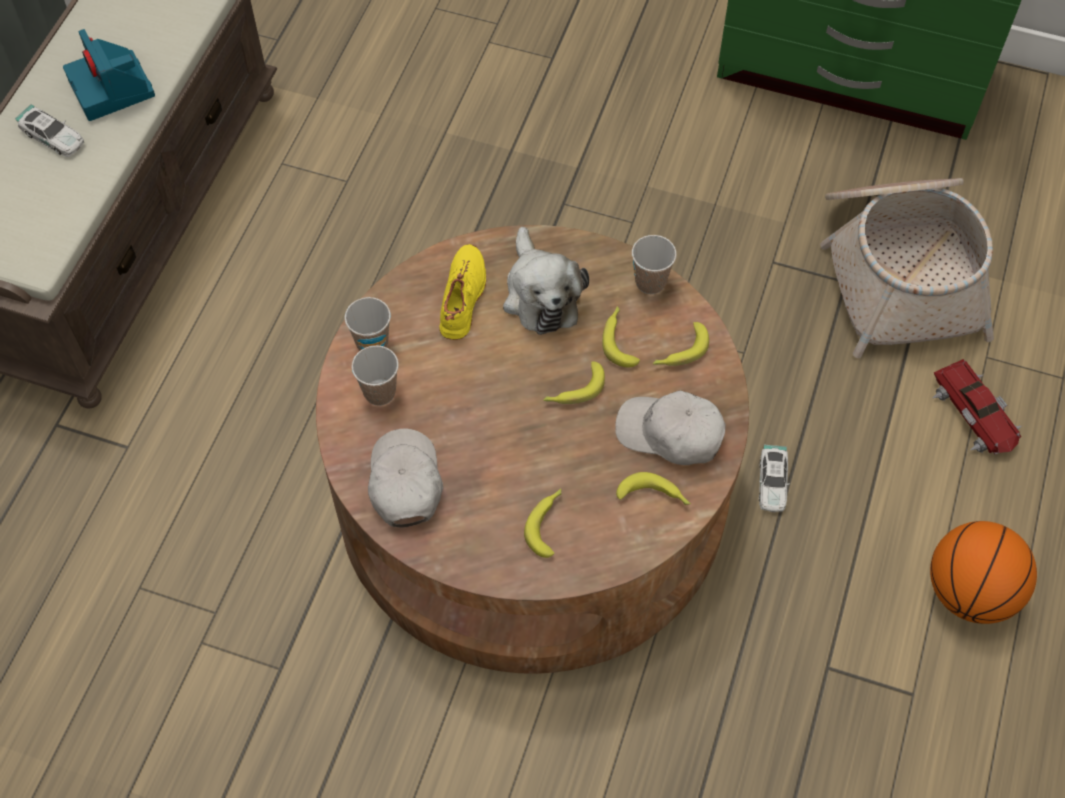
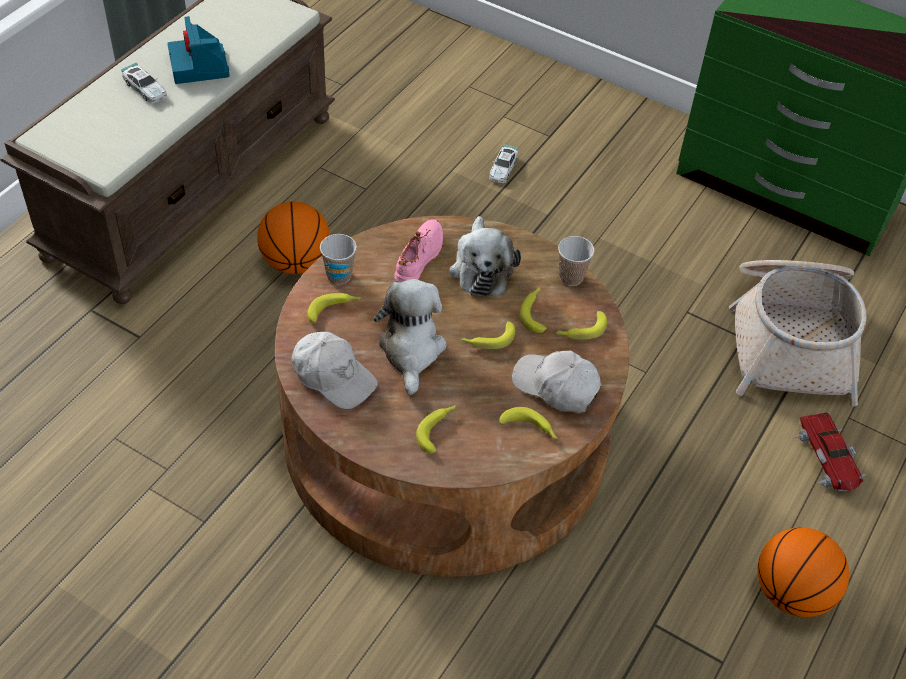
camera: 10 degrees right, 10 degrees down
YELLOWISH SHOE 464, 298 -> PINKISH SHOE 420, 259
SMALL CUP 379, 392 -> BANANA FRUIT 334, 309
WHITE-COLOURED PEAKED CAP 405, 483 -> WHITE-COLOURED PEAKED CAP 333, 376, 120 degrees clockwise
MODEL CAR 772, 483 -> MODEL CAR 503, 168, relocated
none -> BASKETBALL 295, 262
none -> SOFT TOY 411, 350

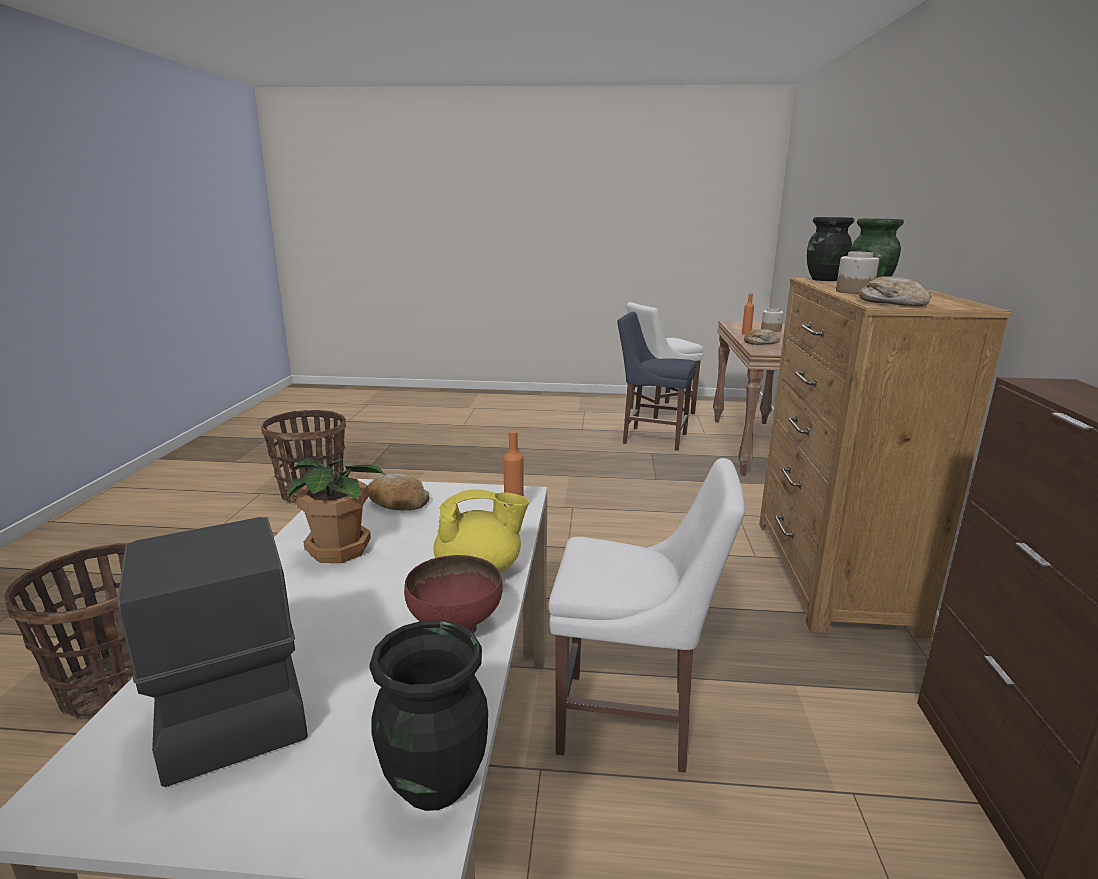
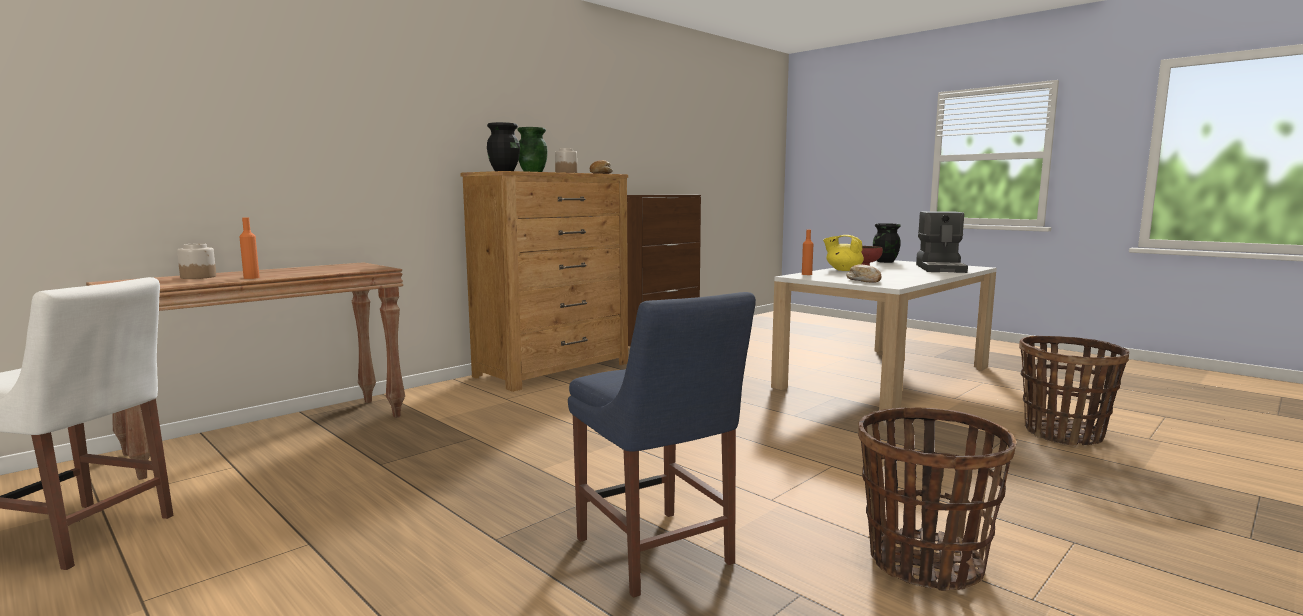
camera: 140 degrees left, 10 degrees down
BLUE CHAIR 651, 438 -> BLUE CHAIR 657, 554, relocated
BAKED BREAD 761, 343 -> none
HOUSEPLANT 340, 548 -> none
WHITE-COLOURED CHAIR 632, 721 -> none

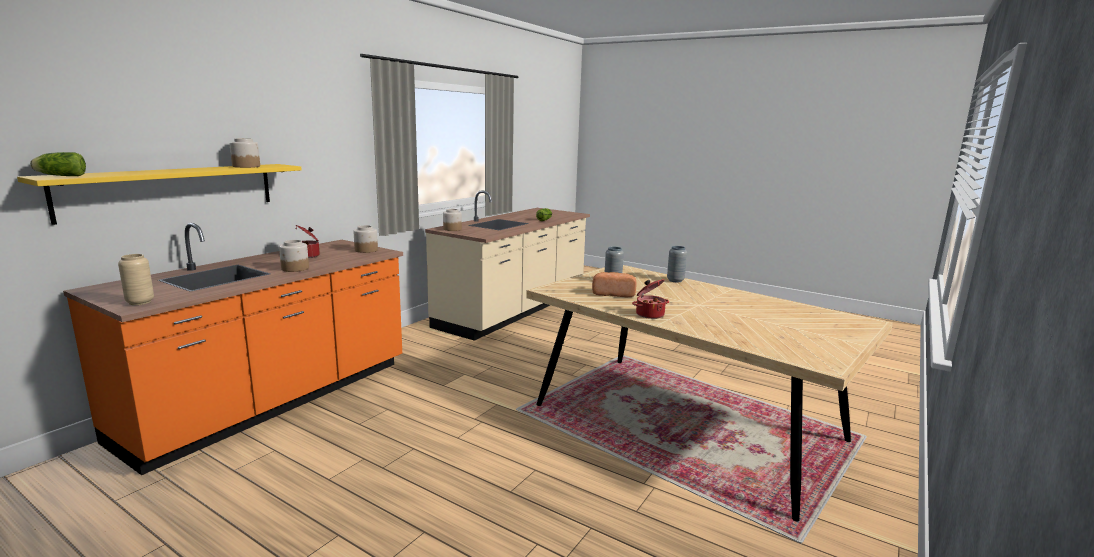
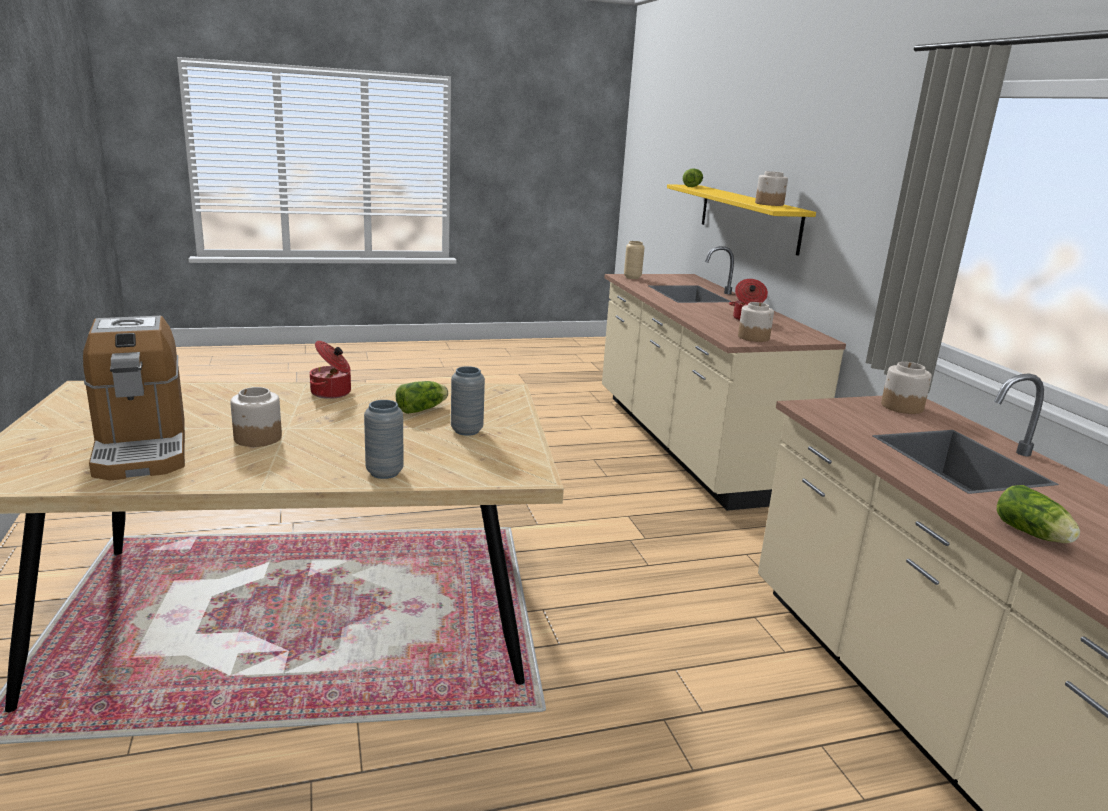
camera: 130 degrees right, 5 degrees up
ORANGE-COLOURED COUNTER 273, 400 -> BEIGE COUNTER 689, 443
JAR 295, 268 -> JAR 257, 438, relocated
BAKED BREAD 613, 294 -> HEAD OF LETTUCE 423, 409
none -> COFFEE MAKER 142, 447

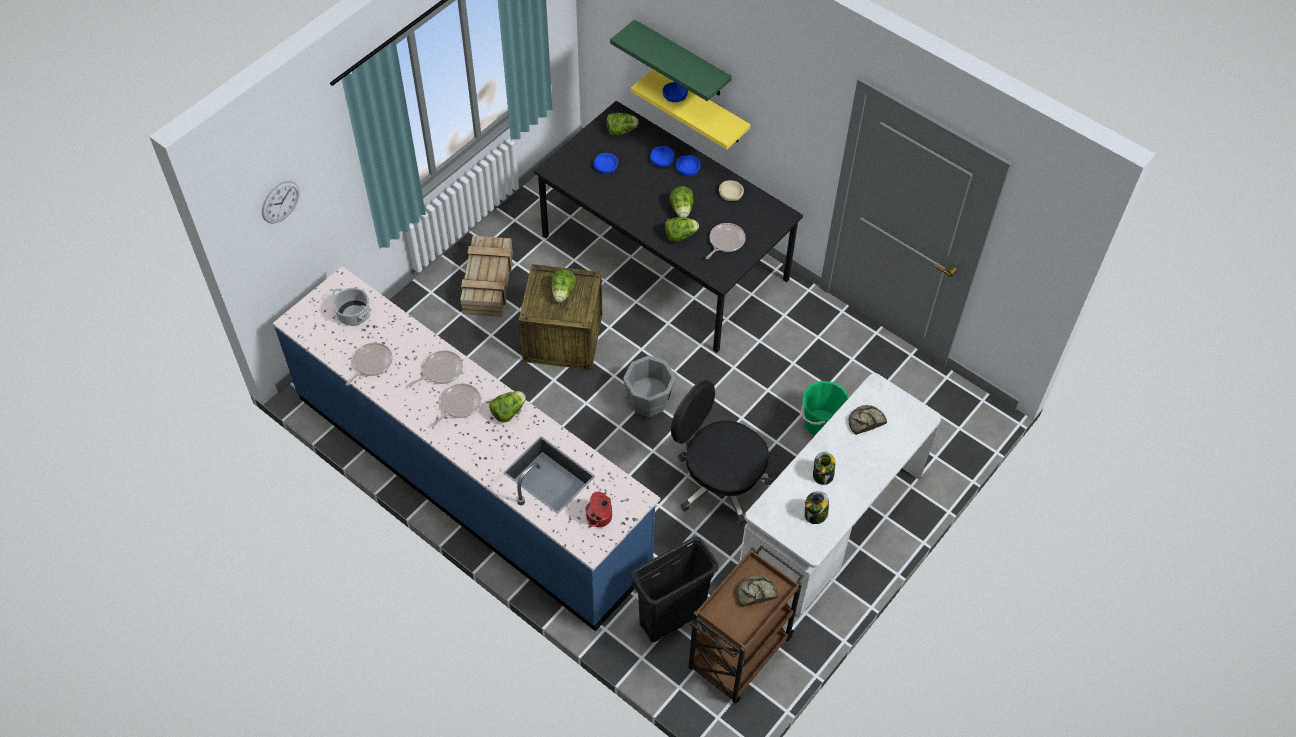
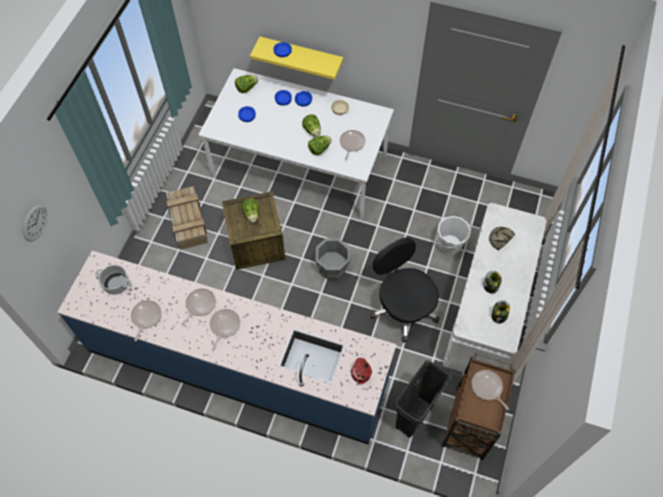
camera: 20 degrees left, 5 degrees up
GREENISH SHELF 681, 59 -> none
BLACKISH DINING TABLE 663, 258 -> WHITE-COLOURED DINING TABLE 299, 166
BLACKISH COMPUTER CHAIR 718, 482 -> BLACKISH COMPUTER CHAIR 403, 308, 45 degrees clockwise
GREENISH PAIL 821, 424 -> WHITE-COLOURED PAIL 449, 245
HEAD OF LETTUCE 508, 412 -> none
BAKED BREAD 755, 593 -> SKILLET 487, 388

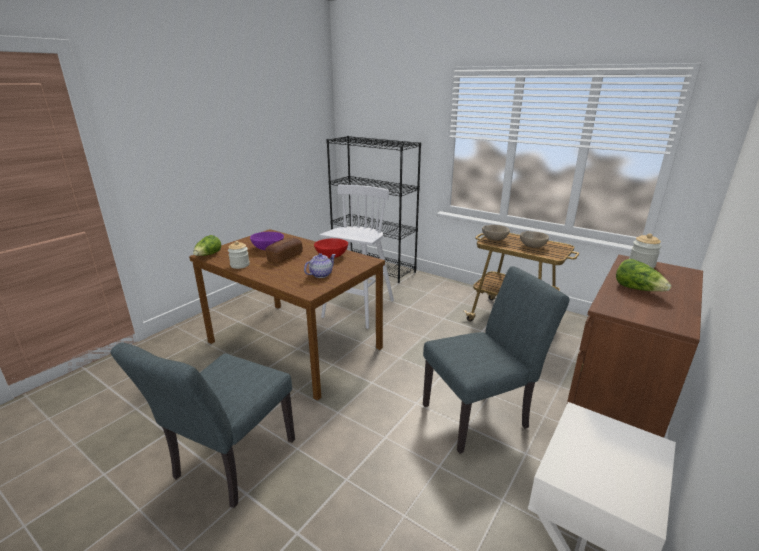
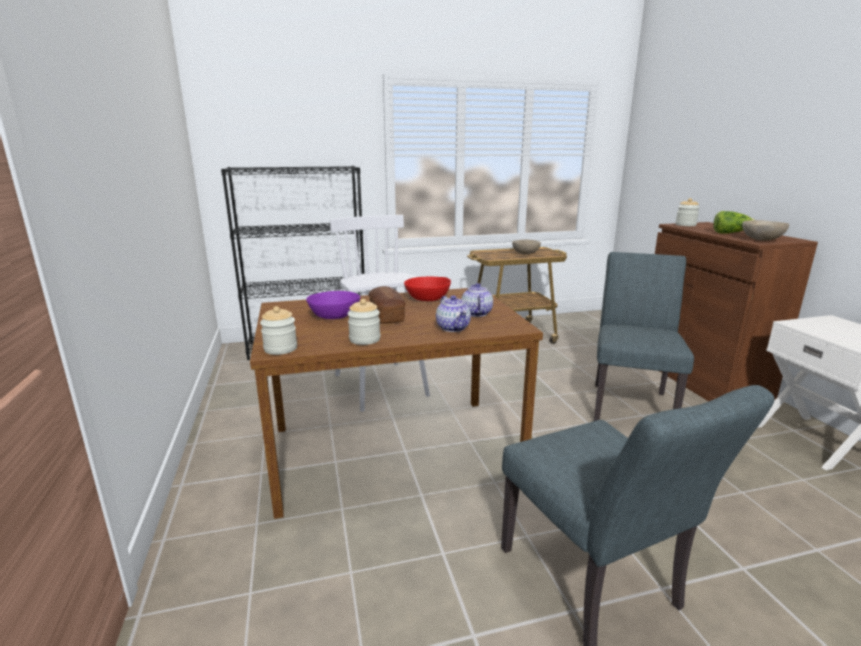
camera: 50 degrees left, 5 degrees down
BEIGE DEEP DISH 494, 239 -> BEIGE DEEP DISH 761, 239, relocated
HEAD OF LETTUCE 208, 255 -> JAR 280, 349
none -> TEA POT 453, 328

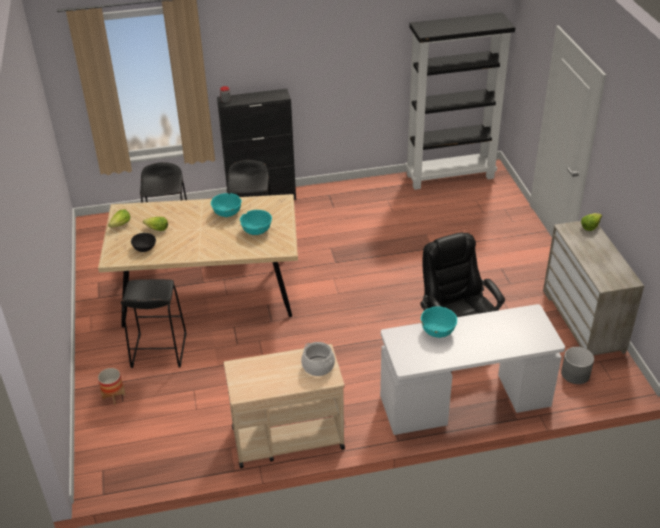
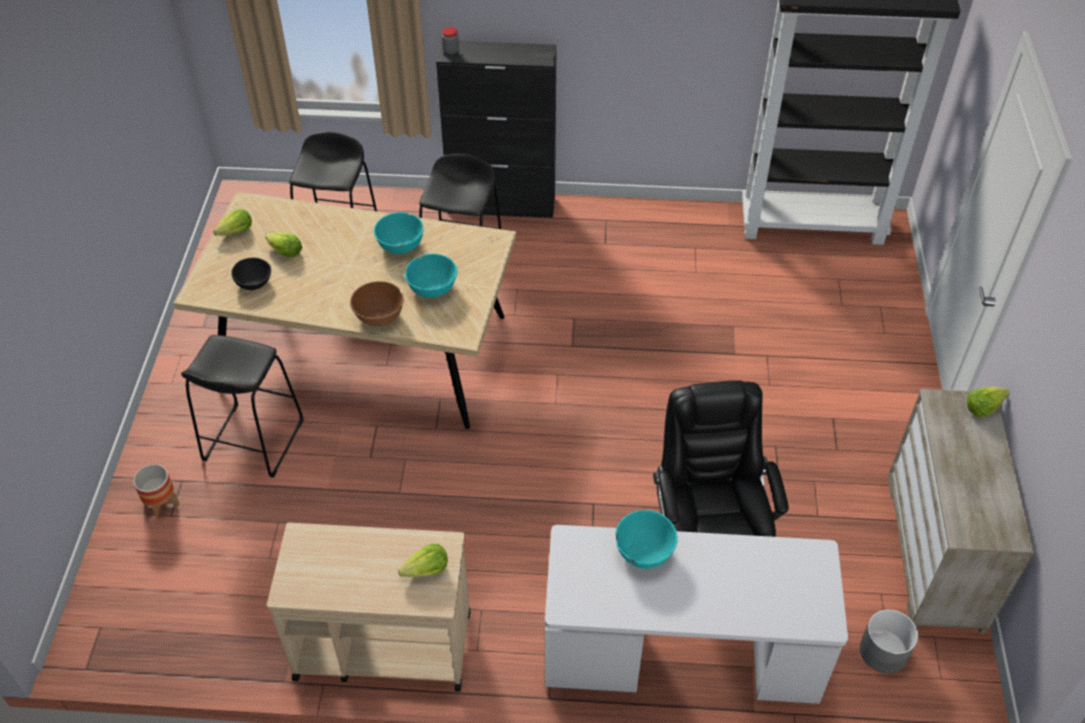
camera: 15 degrees right, 10 degrees up
STOCKPOT 318, 366 -> HEAD OF LETTUCE 426, 570
none -> BROWN DEEP DISH 379, 316

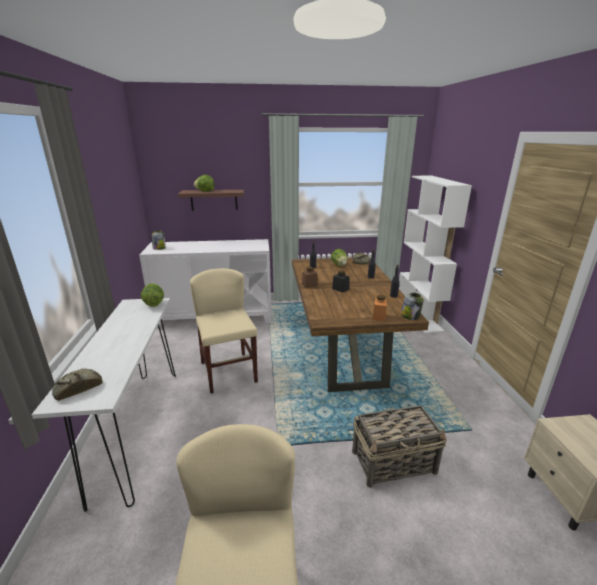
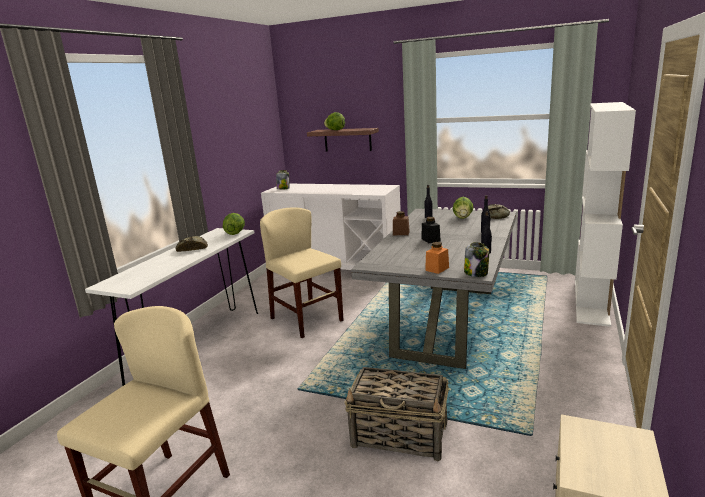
camera: 30 degrees right, 5 degrees down
BROWN DINING TABLE 343, 350 -> GRAY DINING TABLE 446, 322
BEIGE CHAIR 228, 372 -> BEIGE CHAIR 306, 319, 45 degrees counterclockwise
BAKED BREAD 77, 387 -> BAKED BREAD 192, 248, relocated

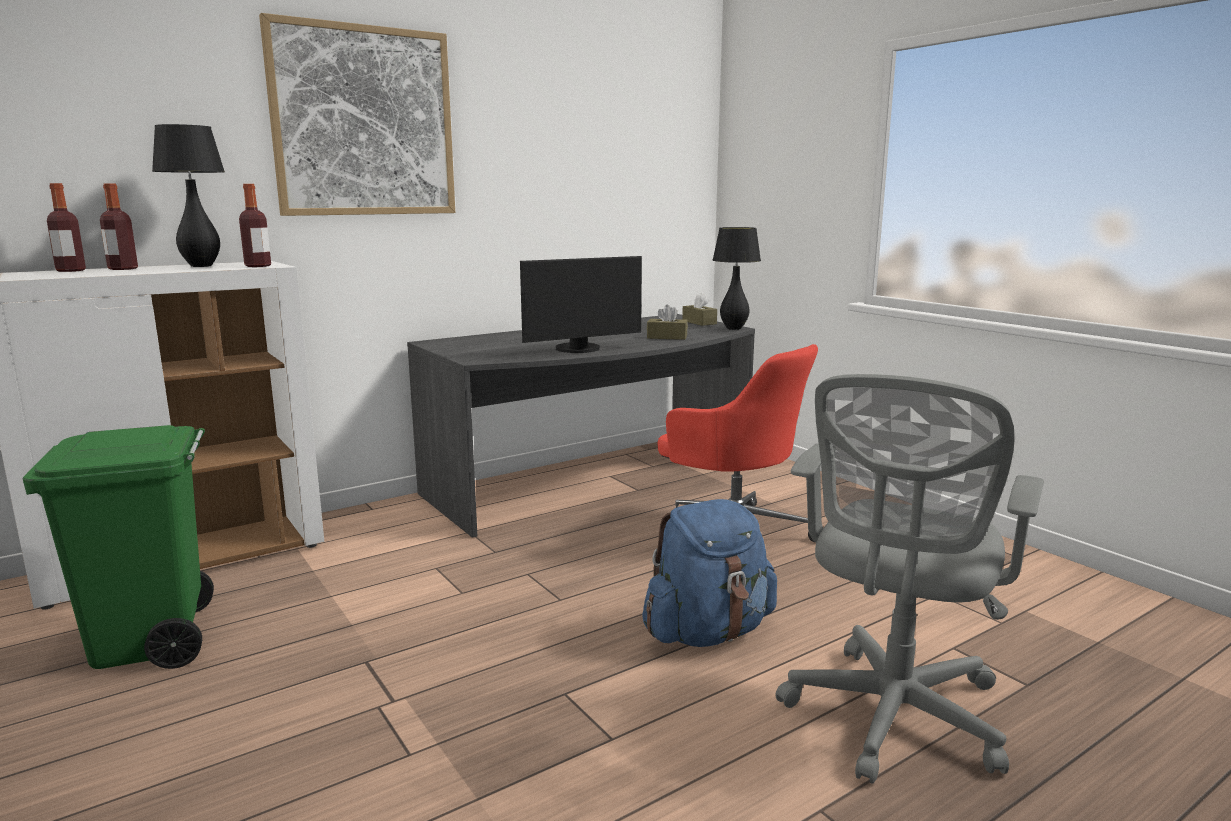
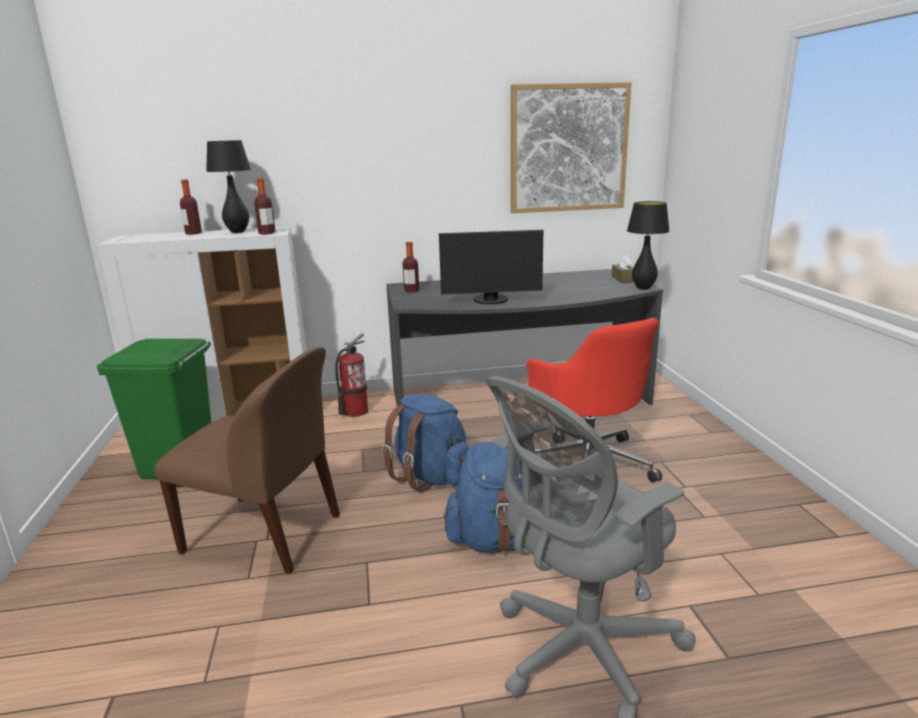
camera: 25 degrees right, 5 degrees up
WALL PICTURE 364, 122 -> WALL PICTURE 568, 148, relocated
BEVERAGE BOTTLE 71, 270 -> BEVERAGE BOTTLE 411, 291, relocated
BROWN TISSUE BOX 667, 337 -> none
none -> FIRE EXTINGUISHER 355, 411
none -> BROWN CHAIR 266, 534
none -> BLUE BACKPACK 430, 477

